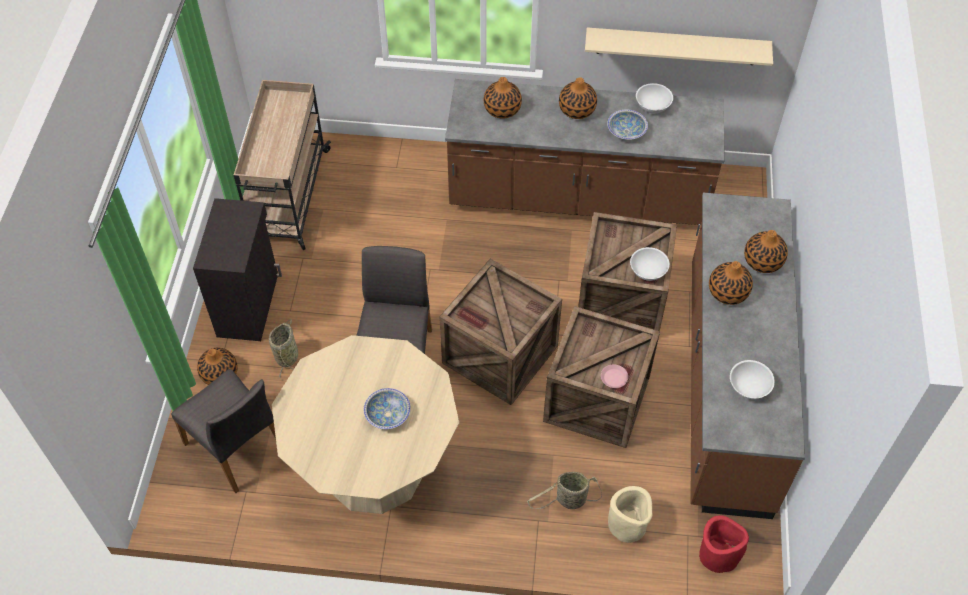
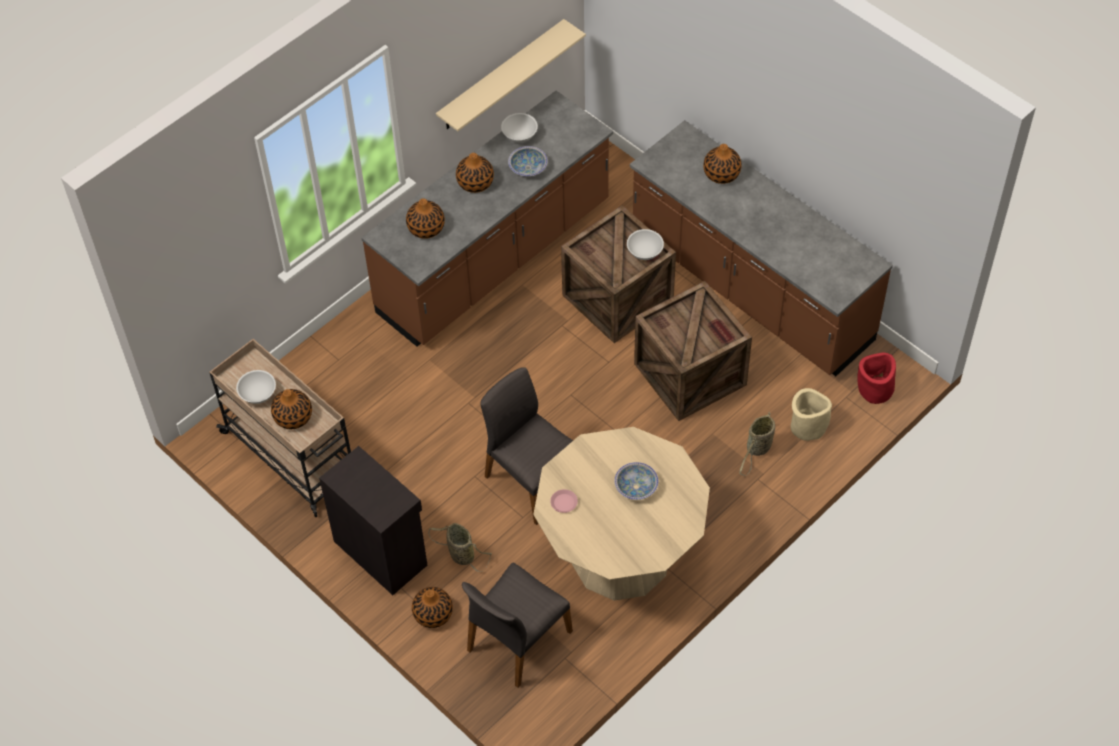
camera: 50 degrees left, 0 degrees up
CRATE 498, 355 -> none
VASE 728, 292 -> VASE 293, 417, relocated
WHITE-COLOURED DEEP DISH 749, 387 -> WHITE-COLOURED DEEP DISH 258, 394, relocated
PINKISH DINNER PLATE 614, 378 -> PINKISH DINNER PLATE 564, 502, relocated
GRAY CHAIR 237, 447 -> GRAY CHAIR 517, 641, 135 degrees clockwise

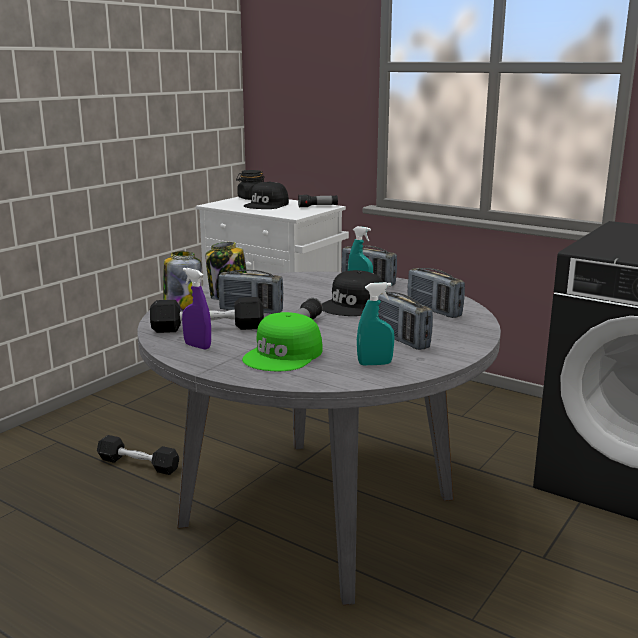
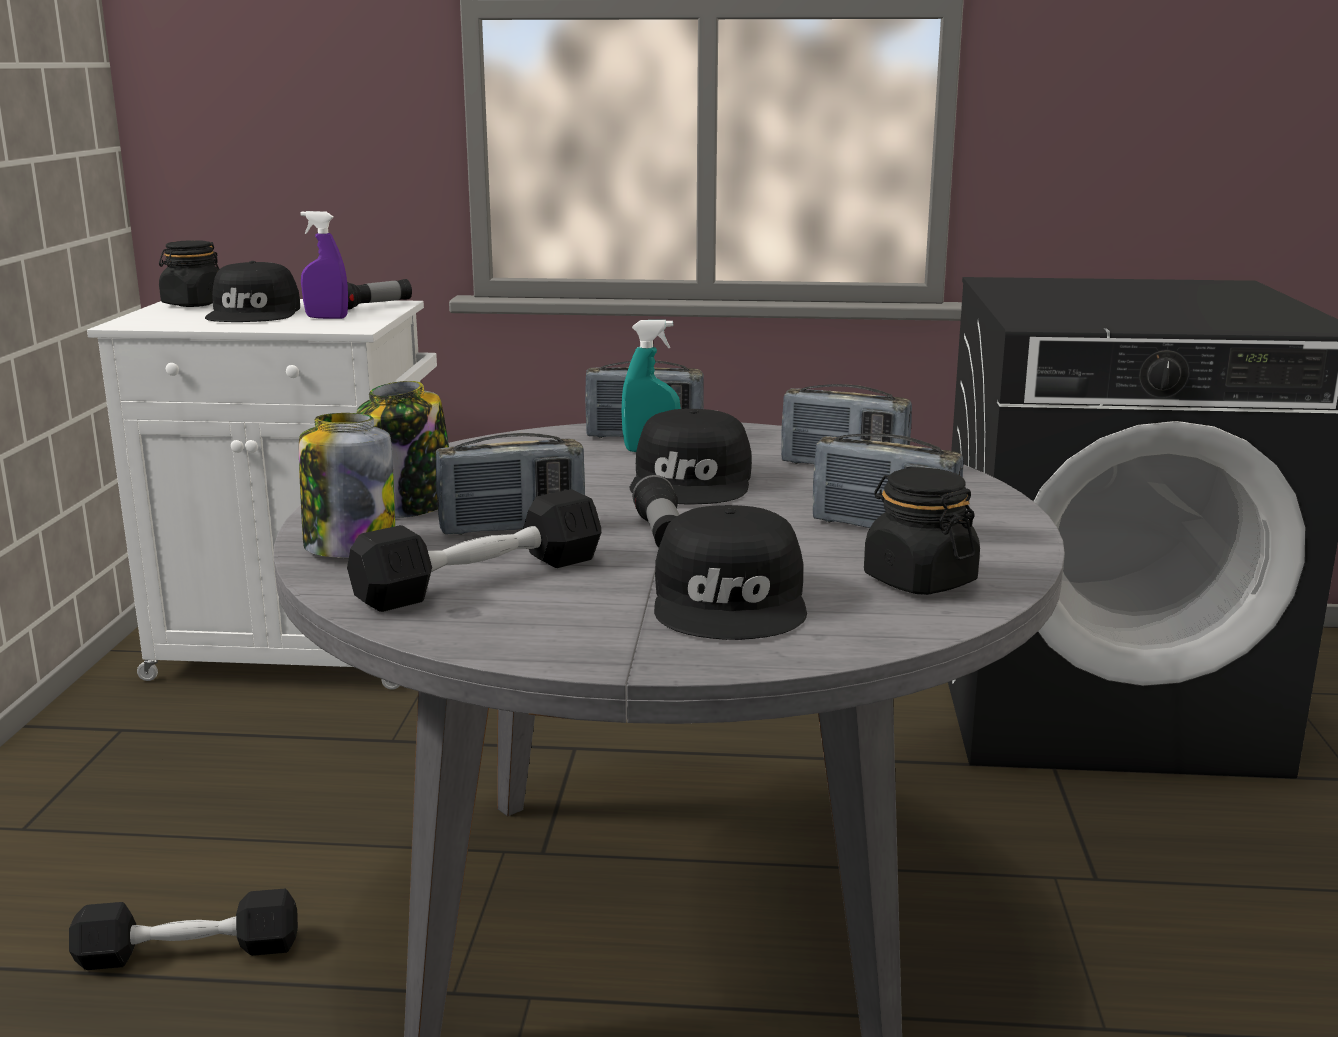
camera: 30 degrees left, 0 degrees up
PURPLE SPRAYER 197, 346 -> PURPLE SPRAYER 327, 318, relocated
TURQUOISE SPRAYER 375, 364 -> BLACKISH JAR 919, 580
GREENISH PEAKED CAP 284, 355 -> BLACKISH PEAKED CAP 732, 601

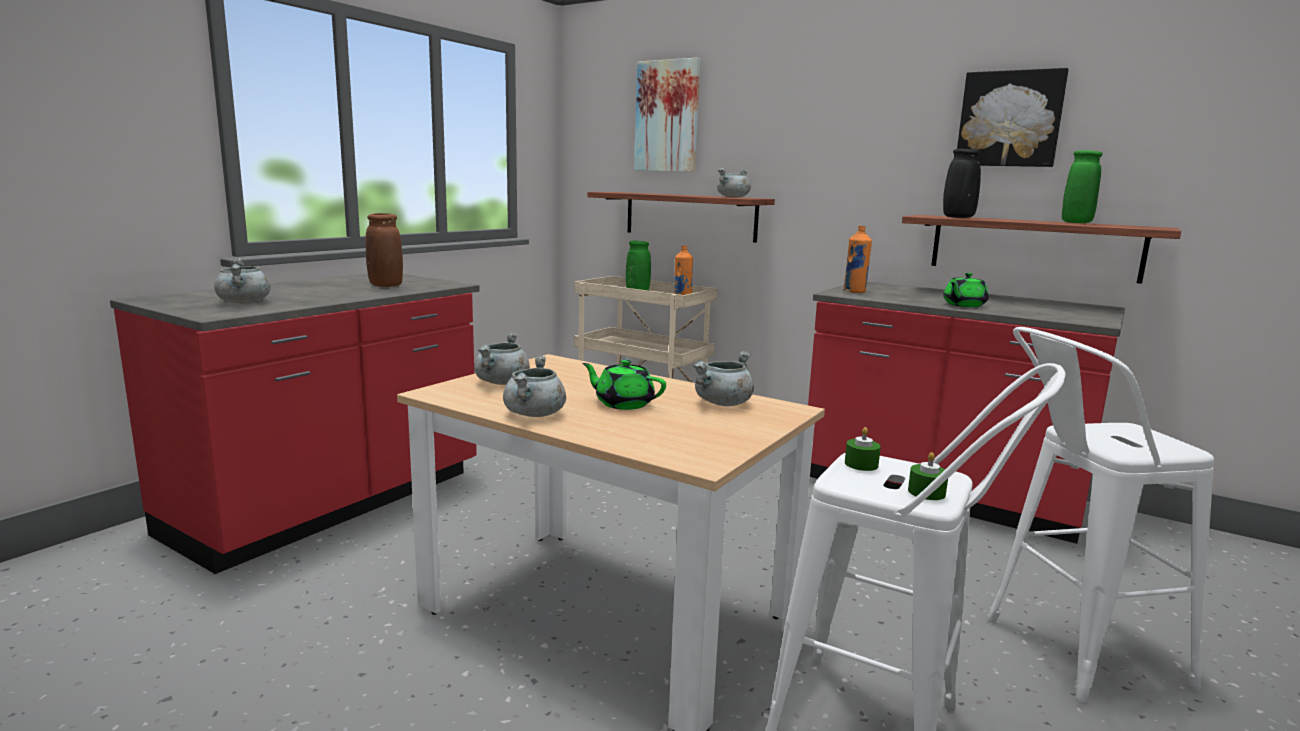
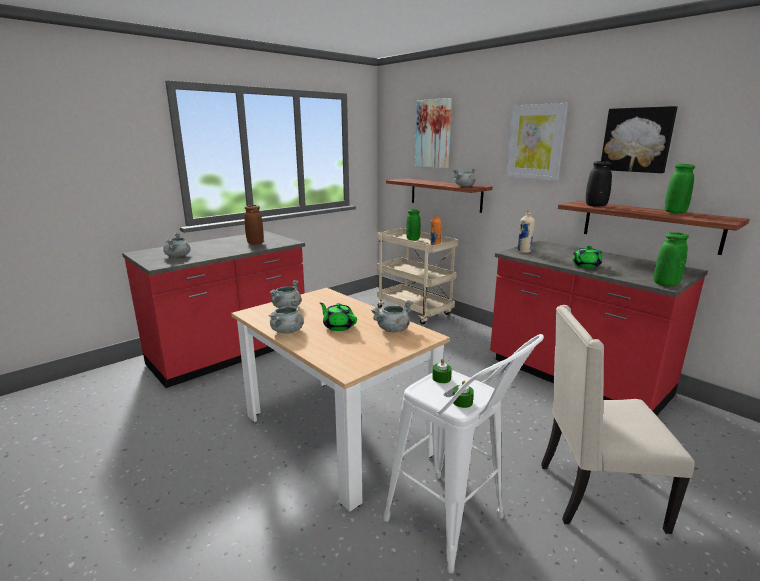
camera: 15 degrees right, 5 degrees up
ORANGE-COLOURED BEVERAGE BOTTLE 854, 291 -> BEIGE BEVERAGE BOTTLE 524, 251
WHITE-COLOURED SITTING STOOL 1067, 654 -> BEIGE CHAIR 596, 495
none -> WALL PICTURE 535, 142
none -> GREENISH VASE 665, 284

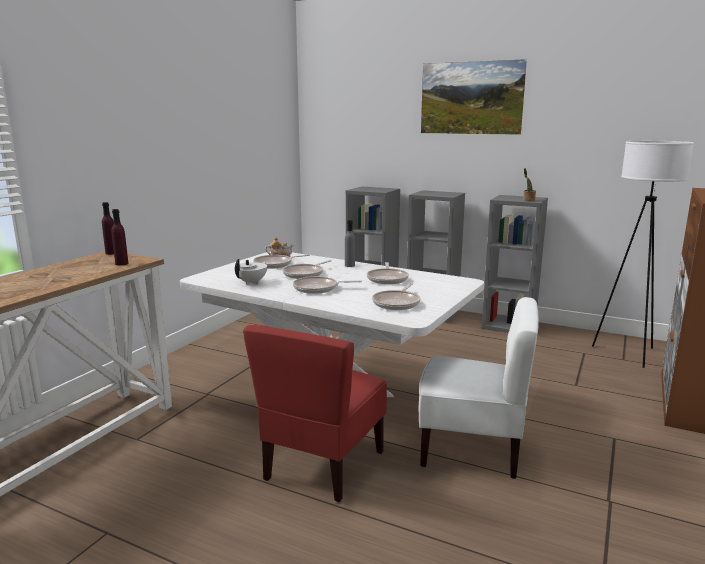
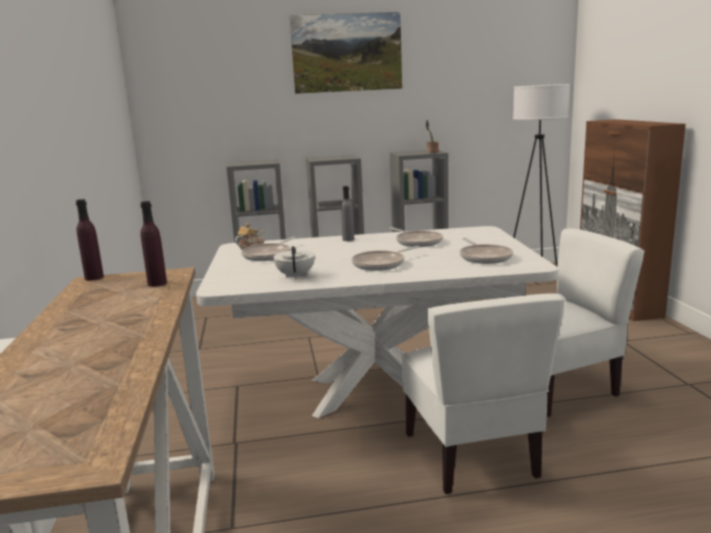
camera: 35 degrees left, 0 degrees up
SKILLET 305, 274 -> none
REDDISH CHAIR 323, 465 -> WHITE-COLOURED CHAIR 472, 455

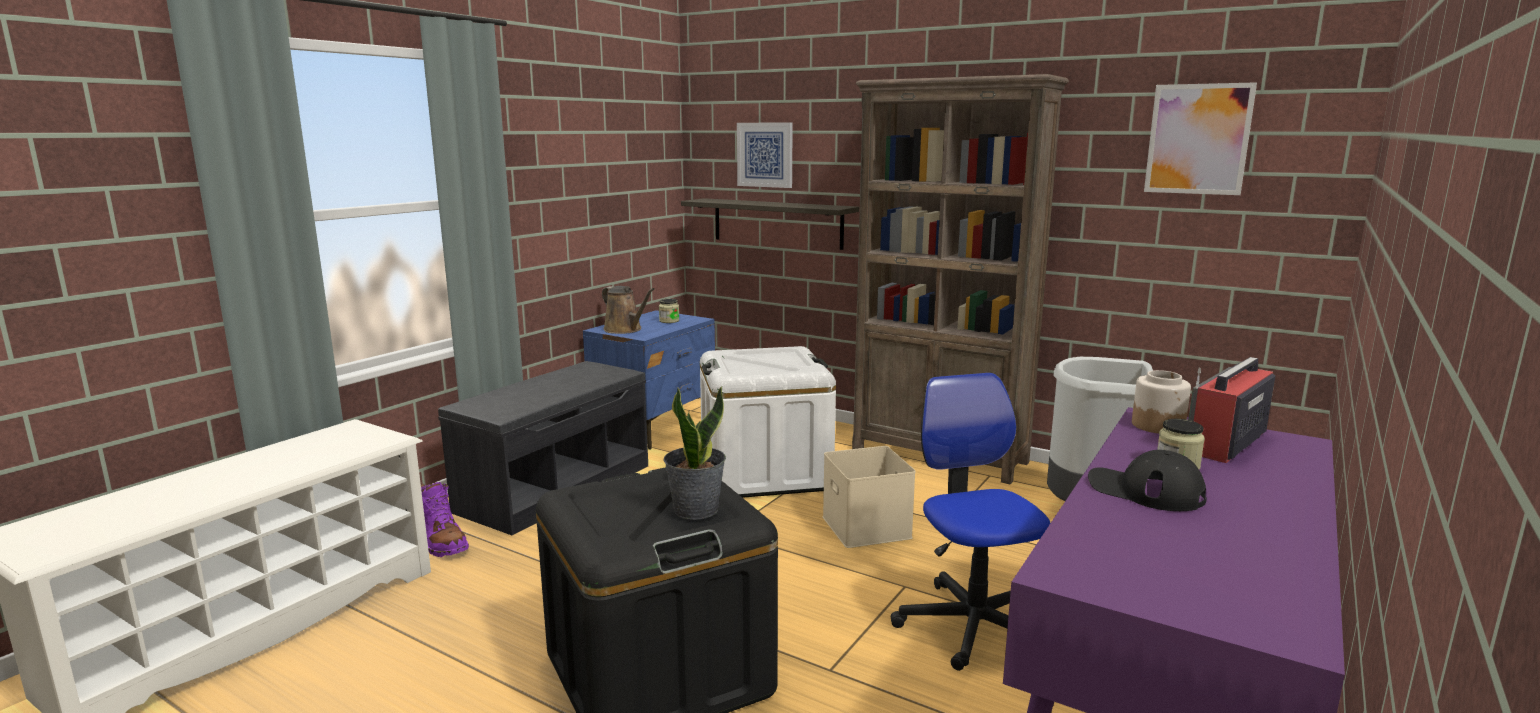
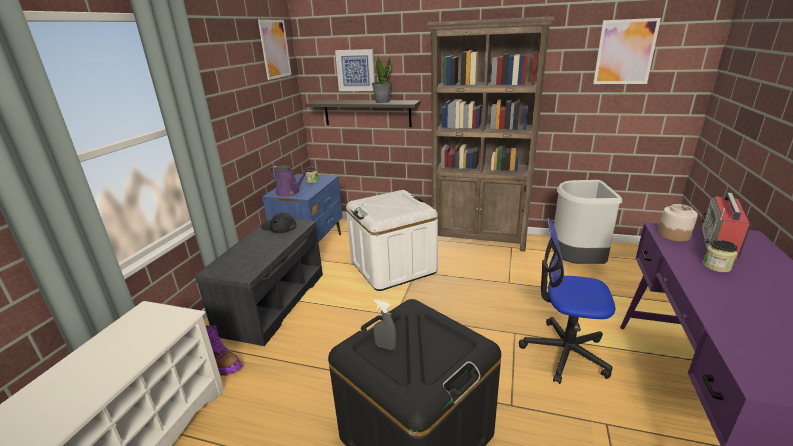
camera: 15 degrees left, 10 degrees up
BROWN WATERING CAN 625, 330 -> PURPLE WATERING CAN 290, 192
COMPUTER CHAIR 972, 625 -> COMPUTER CHAIR 564, 352, 45 degrees counterclockwise
HOUSEPLANT 695, 509 -> HOUSEPLANT 382, 101, relocated
BEIGE STORAGE BOX 868, 527 -> none
BLACKISH PEAKED CAP 1144, 491 -> BLACKISH PEAKED CAP 279, 227, relocated
none -> WALL PICTURE 275, 49
none -> GRAY SPRAYER 385, 346

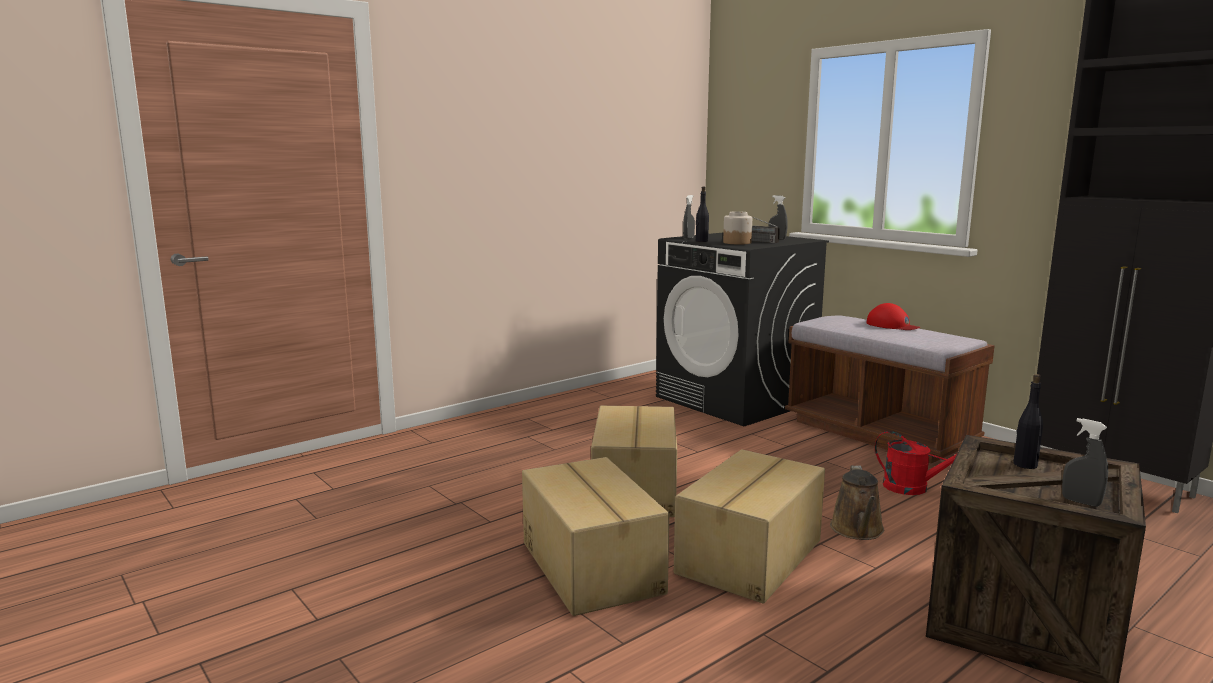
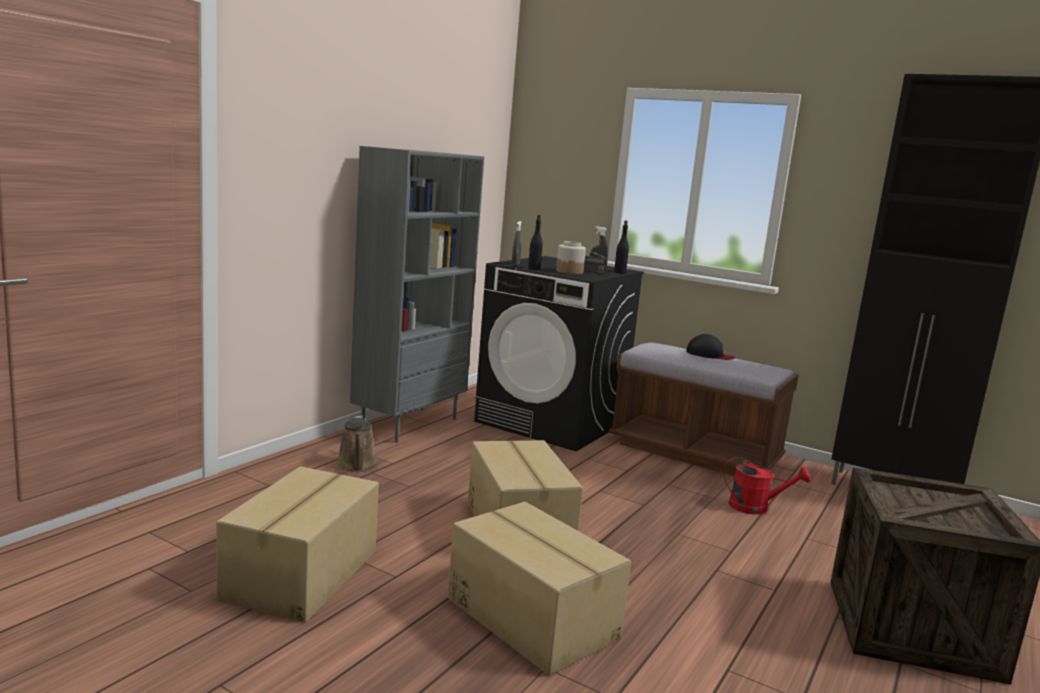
camera: 20 degrees left, 0 degrees up
REDDISH PEAKED CAP 892, 325 -> BLACKISH PEAKED CAP 709, 354
BLACKISH BEVERAGE BOTTLE 1025, 464 -> BLACKISH BEVERAGE BOTTLE 619, 272, relocated
GRAY SPRAYER 1081, 502 -> none
PACKING BOX 751, 557 -> PACKING BOX 303, 574, relocated
BROWN WATERING CAN 857, 530 -> BROWN WATERING CAN 357, 466, relocated
none -> GRAY BOOKCASE 409, 424

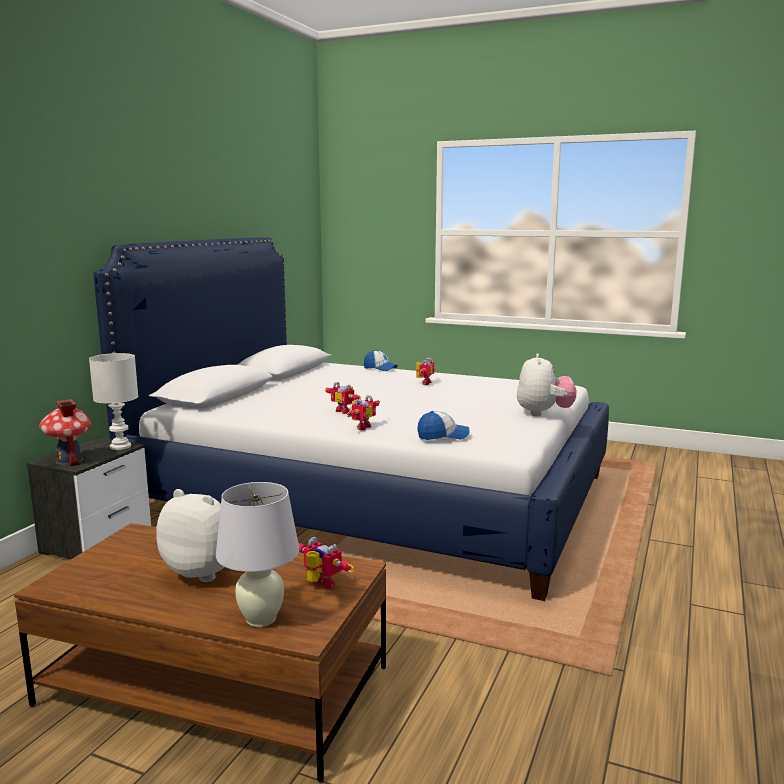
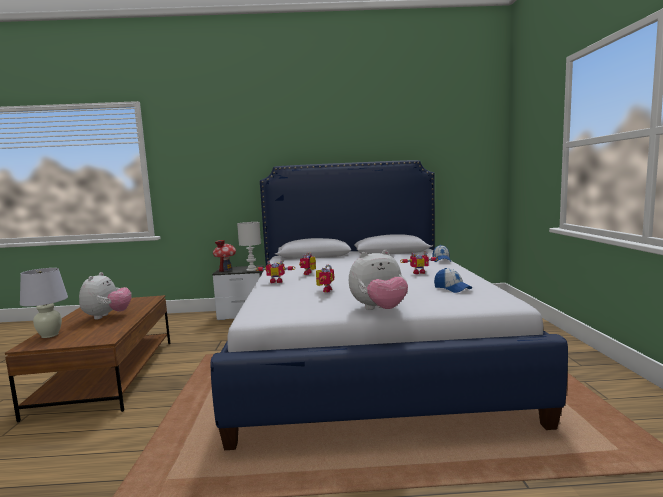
camera: 65 degrees right, 5 degrees down
PEAKED CAP 443, 436 -> PEAKED CAP 452, 288, relocated
MODEL ROBOT 319, 585 -> MODEL ROBOT 324, 290, relocated

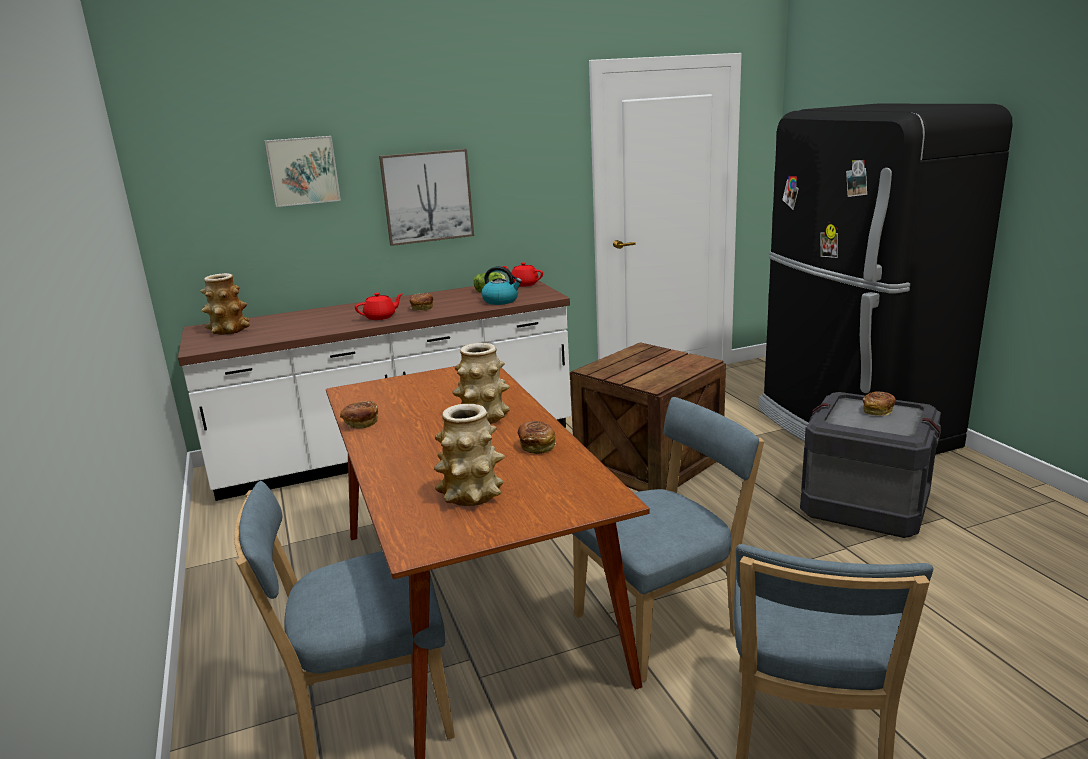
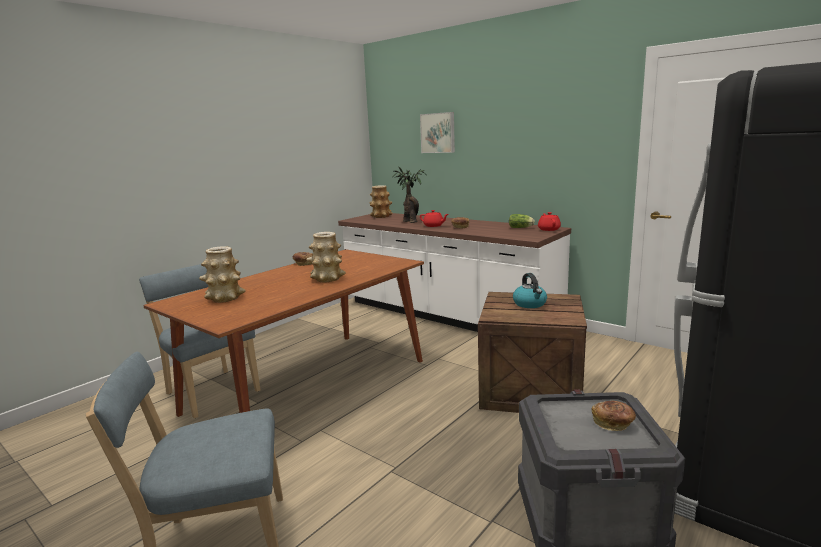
camera: 60 degrees right, 5 degrees down
WALL PICTURE 427, 196 -> none
TEA KETTLE 501, 301 -> TEA KETTLE 530, 304, relocated
BLUE CHAIR 663, 623 -> none
BAKED BREAD 537, 446 -> none
none -> HOUSEPLANT 410, 221

